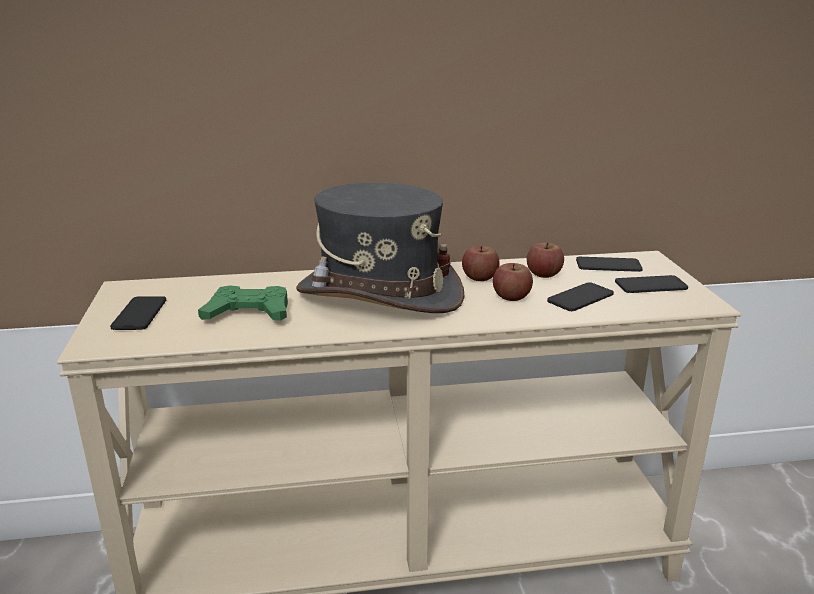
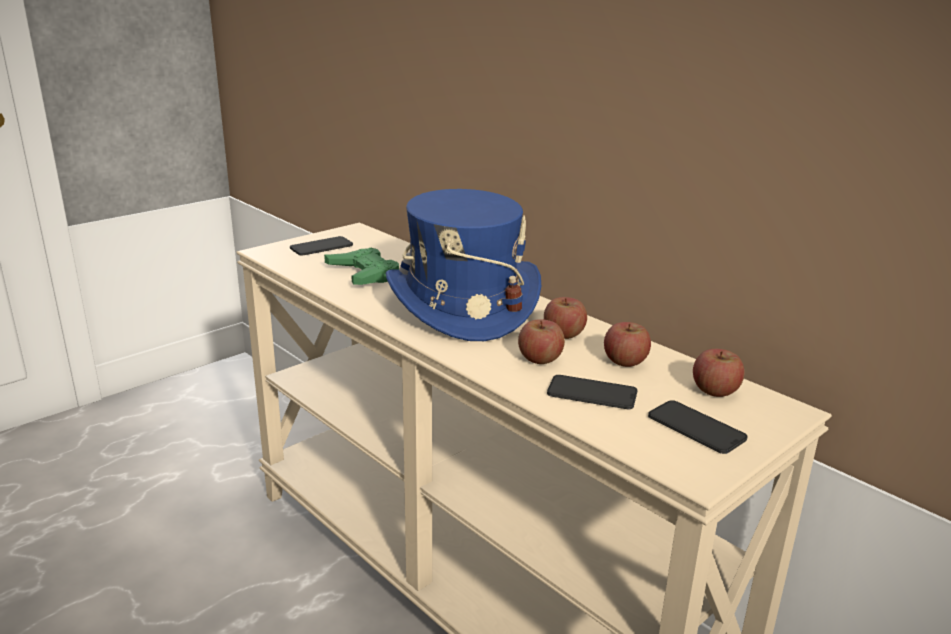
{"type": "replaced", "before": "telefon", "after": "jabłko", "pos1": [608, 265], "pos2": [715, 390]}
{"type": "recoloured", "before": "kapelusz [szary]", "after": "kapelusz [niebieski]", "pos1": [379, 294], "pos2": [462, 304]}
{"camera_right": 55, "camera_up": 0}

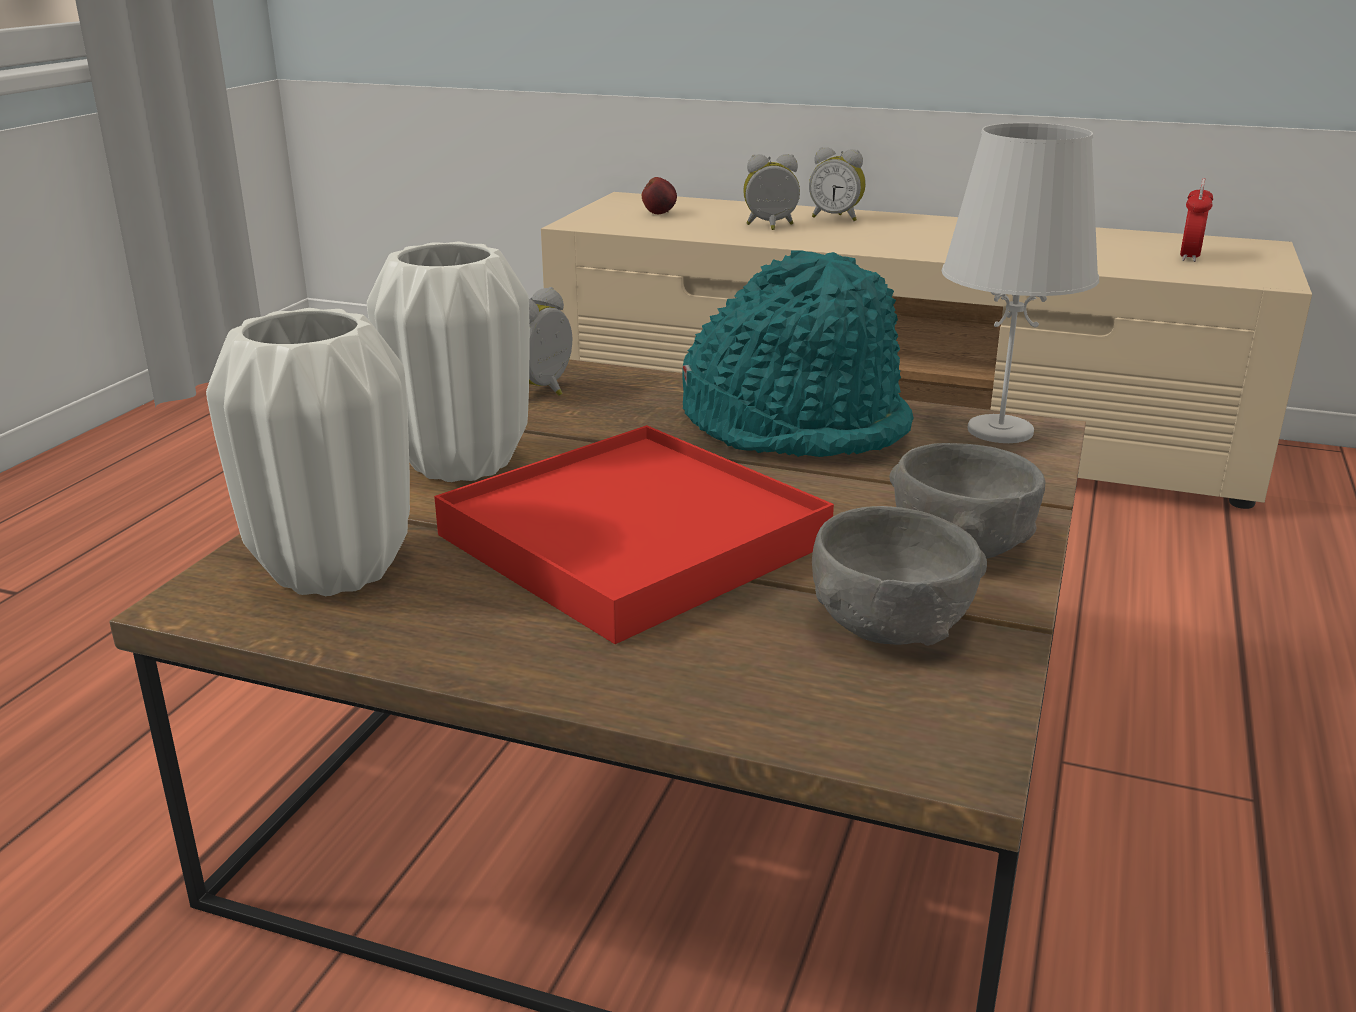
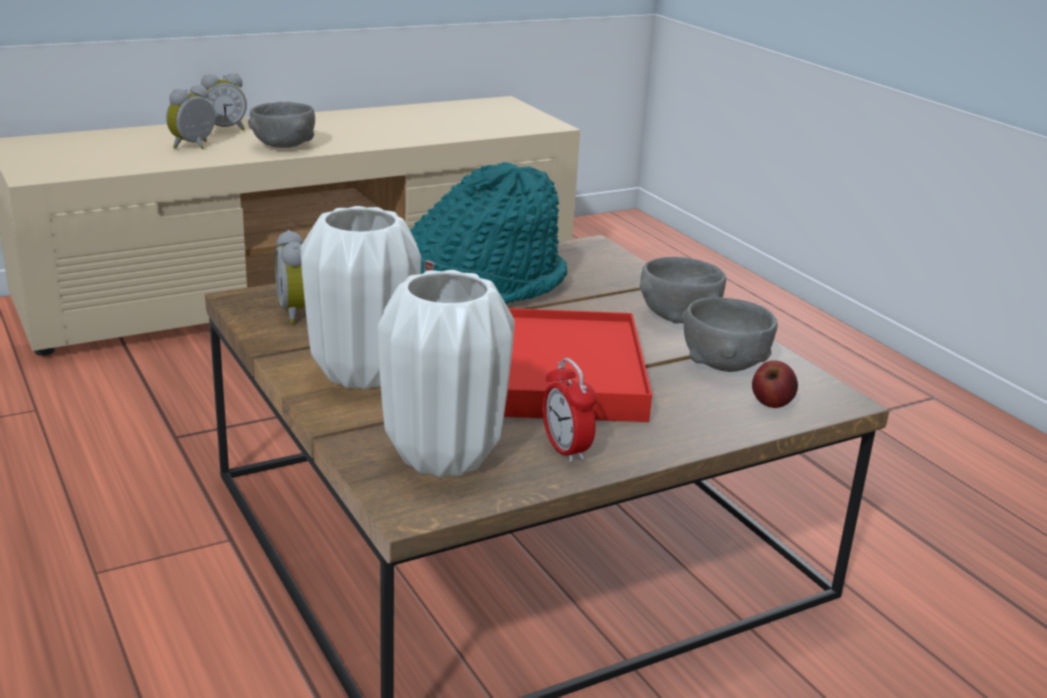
{"type": "removed", "before": "lampa stołowa [biały]", "pos1": [999, 430]}
{"type": "added", "after": "miska [szary]", "pos2": [284, 146]}
{"type": "moved", "before": "jabłko", "pos1": [659, 213], "pos2": [771, 404]}
{"type": "moved", "before": "budzik", "pos1": [1189, 257], "pos2": [565, 450]}
{"camera_right": -50, "camera_up": 0}

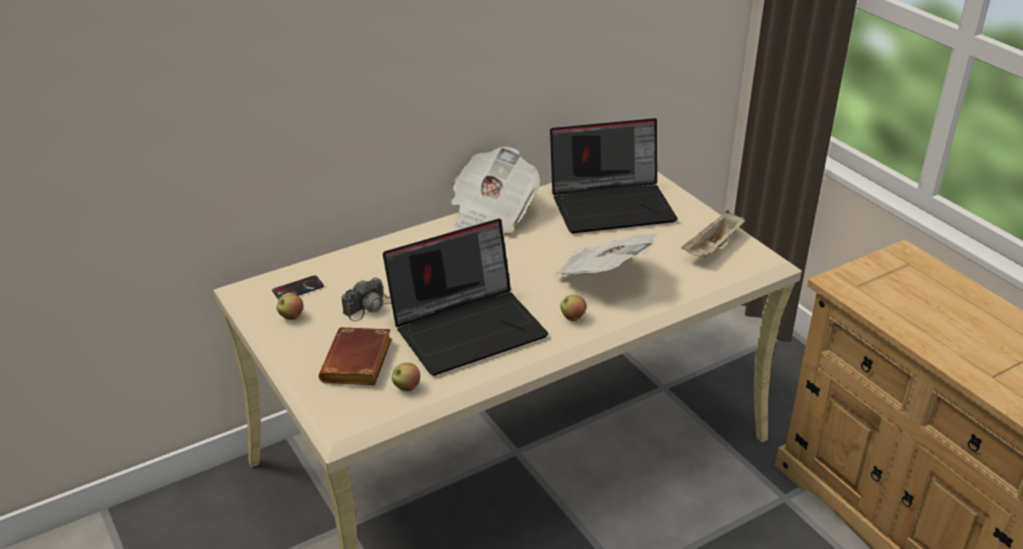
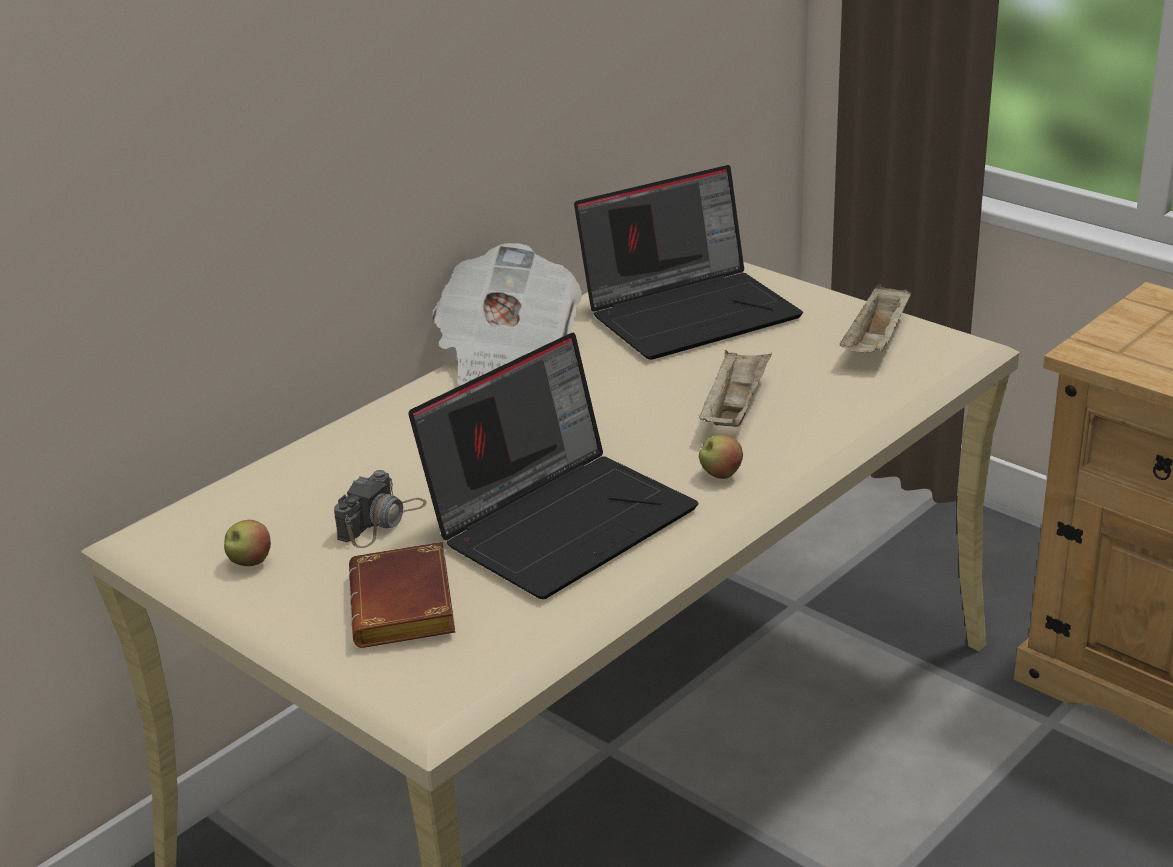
{"type": "removed", "before": "telefon", "pos1": [298, 288]}
{"type": "removed", "before": "jabłko", "pos1": [406, 387]}
{"type": "replaced", "before": "gazeta", "after": "taca [beżowy]", "pos1": [603, 276], "pos2": [734, 409]}
{"camera_right": -15, "camera_up": -5}

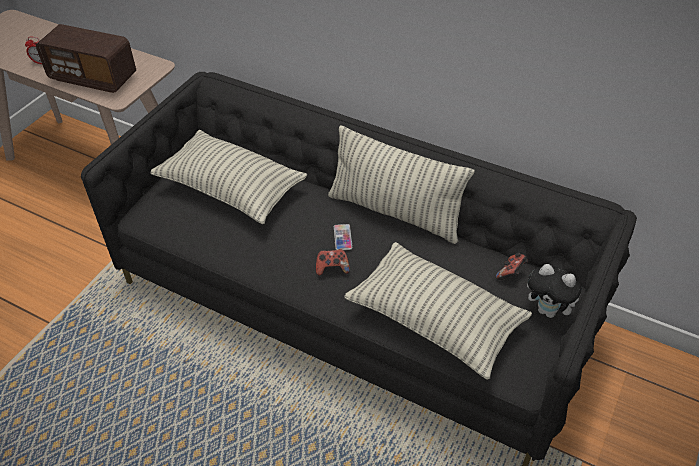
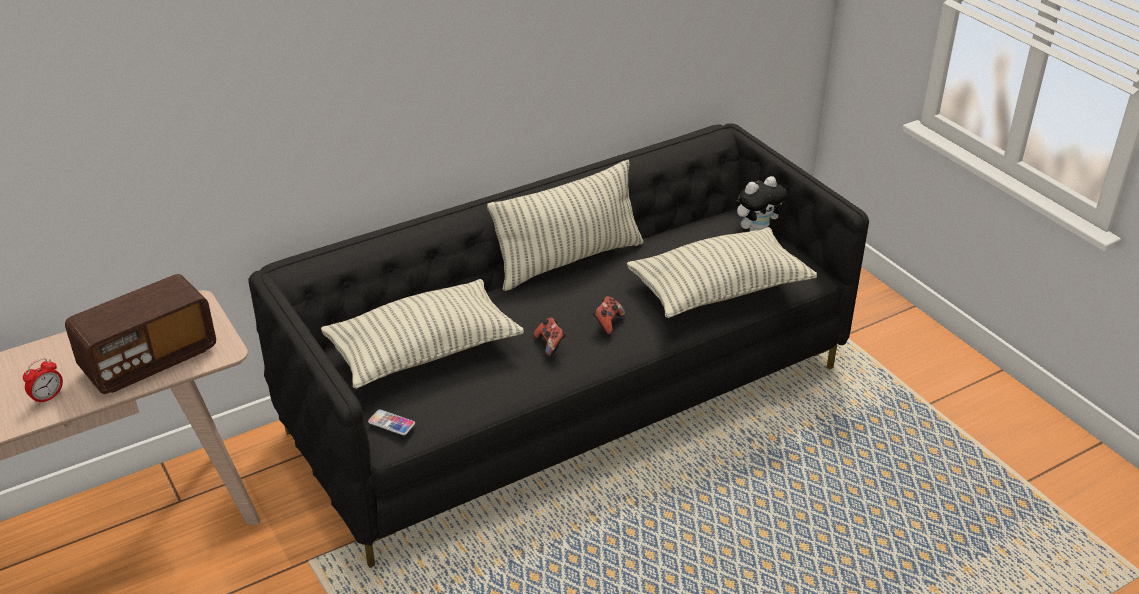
{"type": "moved", "before": "telefon", "pos1": [342, 237], "pos2": [391, 423]}
{"type": "moved", "before": "pad do gier", "pos1": [511, 273], "pos2": [550, 344]}
{"camera_right": -60, "camera_up": -10}

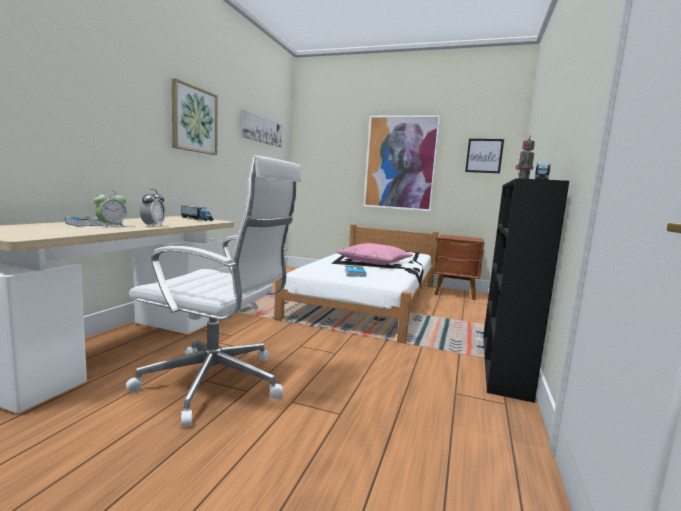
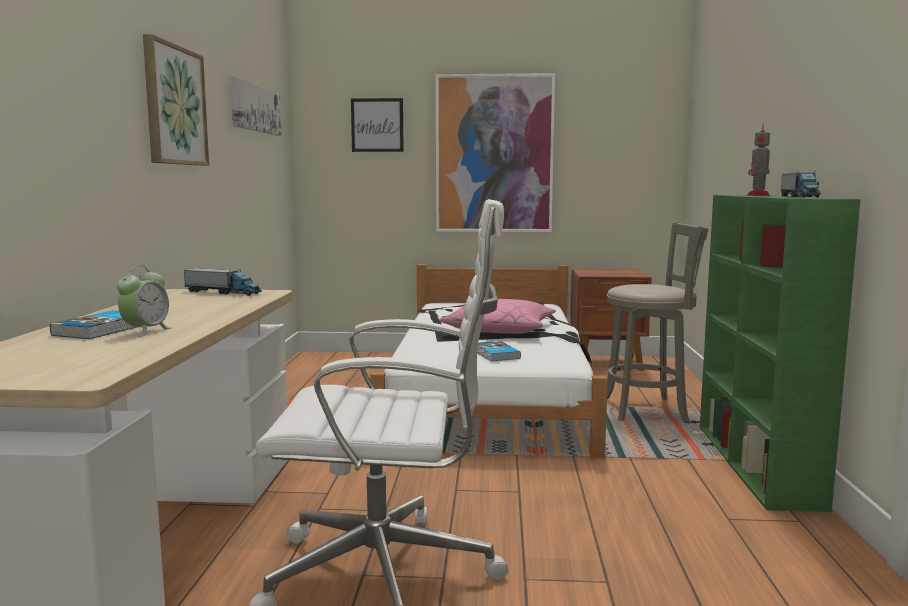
{"type": "removed", "before": "budzik", "pos1": [153, 226]}
{"type": "added", "after": "stołek [szary]", "pos2": [649, 409]}
{"type": "moved", "before": "obraz", "pos1": [484, 155], "pos2": [377, 125]}
{"type": "recoloured", "before": "regał [czarny]", "after": "regał [zielony]", "pos1": [504, 364], "pos2": [757, 465]}
{"camera_right": -15, "camera_up": 0}

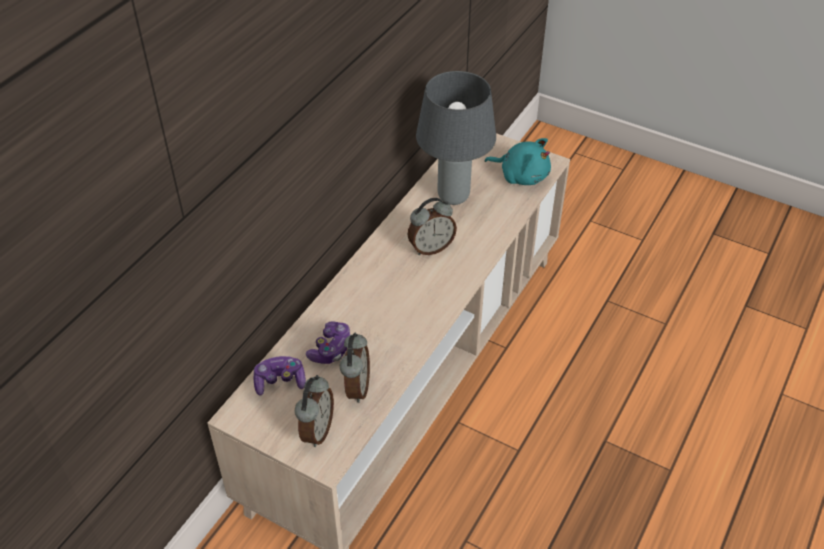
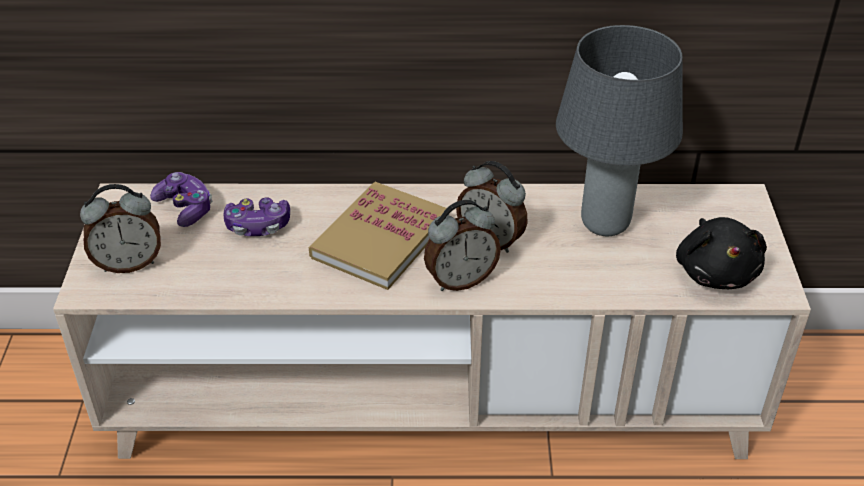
{"type": "added", "after": "książka", "pos2": [380, 238]}
{"type": "moved", "before": "budzik", "pos1": [356, 388], "pos2": [460, 280]}
{"type": "recoloured", "before": "pluszak [turkusowy]", "after": "pluszak [czarny]", "pos1": [521, 175], "pos2": [716, 271]}
{"camera_right": 60, "camera_up": -5}

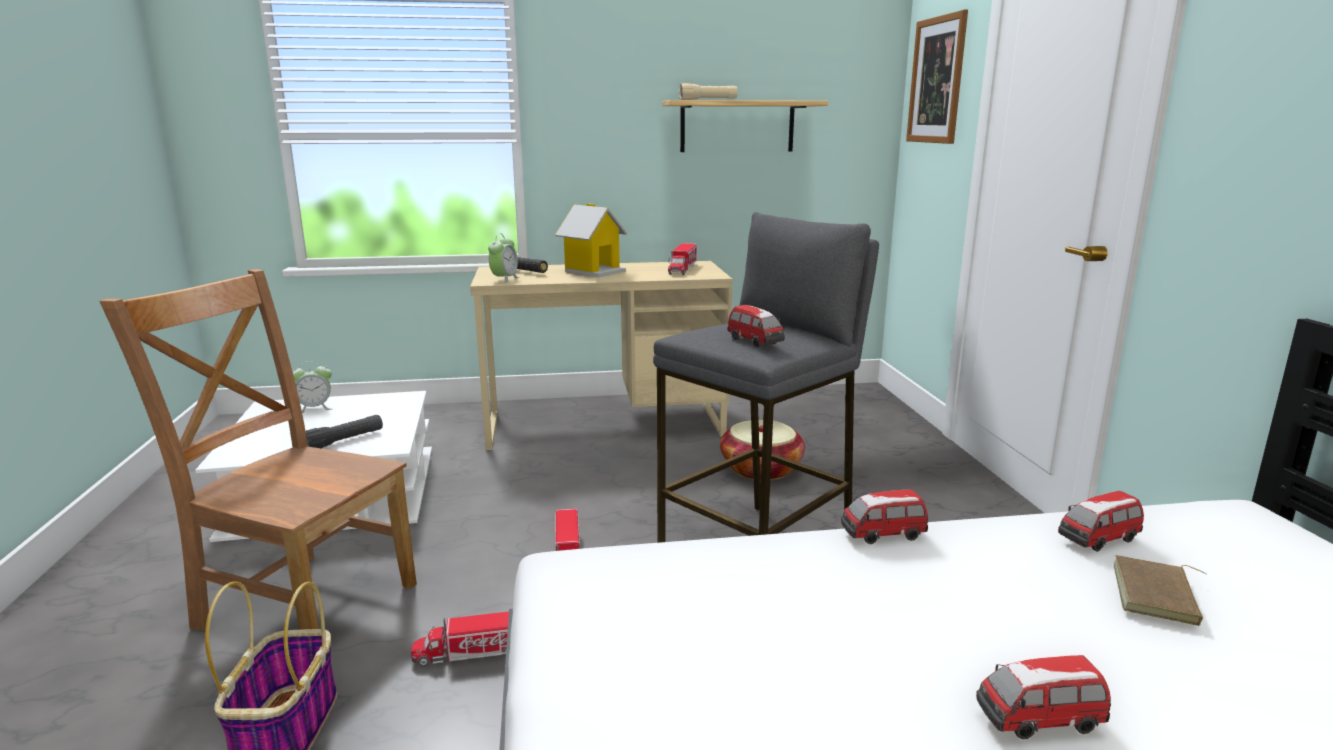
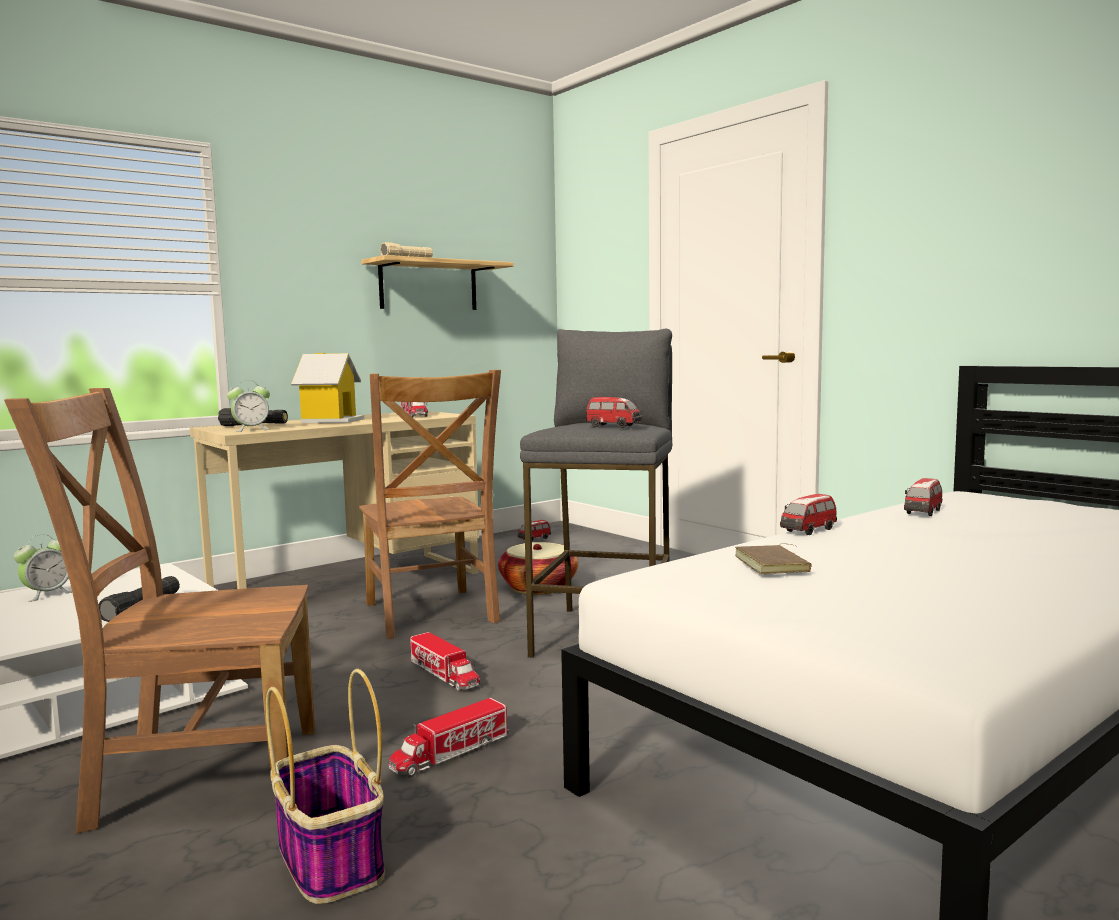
{"type": "removed", "before": "obraz", "pos1": [936, 80]}
{"type": "added", "after": "krzesło [brązowy]", "pos2": [430, 615]}
{"type": "moved", "before": "samochodzik", "pos1": [1039, 721], "pos2": [534, 539]}
{"type": "moved", "before": "książka [brązowy]", "pos1": [1158, 595], "pos2": [774, 564]}
{"type": "turned", "before": "budzik", "pos1": [504, 279], "pos2": [251, 430], "turn": 75}
{"camera_right": -30, "camera_up": -10}

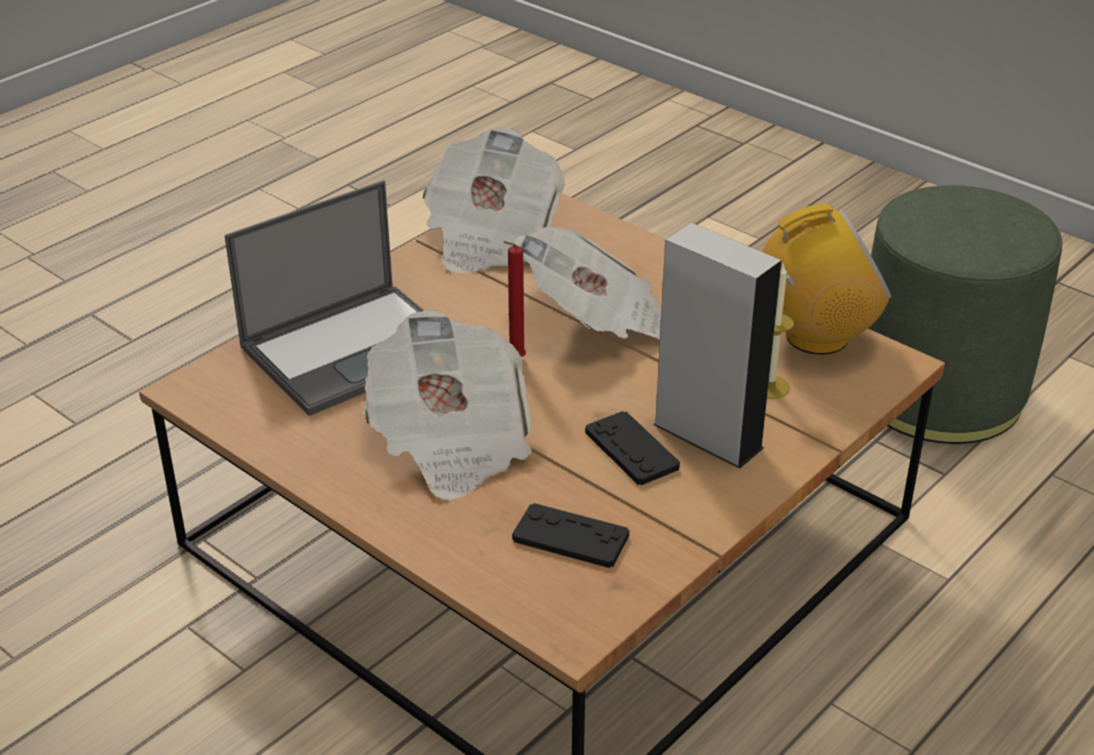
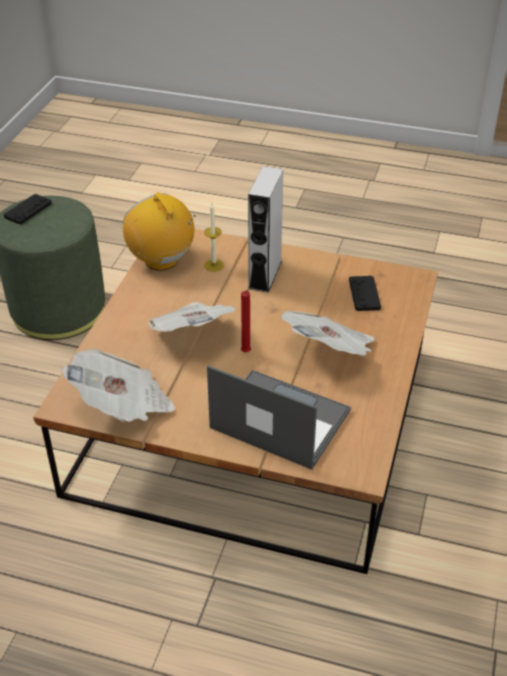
{"type": "moved", "before": "pad do gier [czarny]", "pos1": [631, 450], "pos2": [28, 210]}
{"camera_right": -115, "camera_up": 5}

